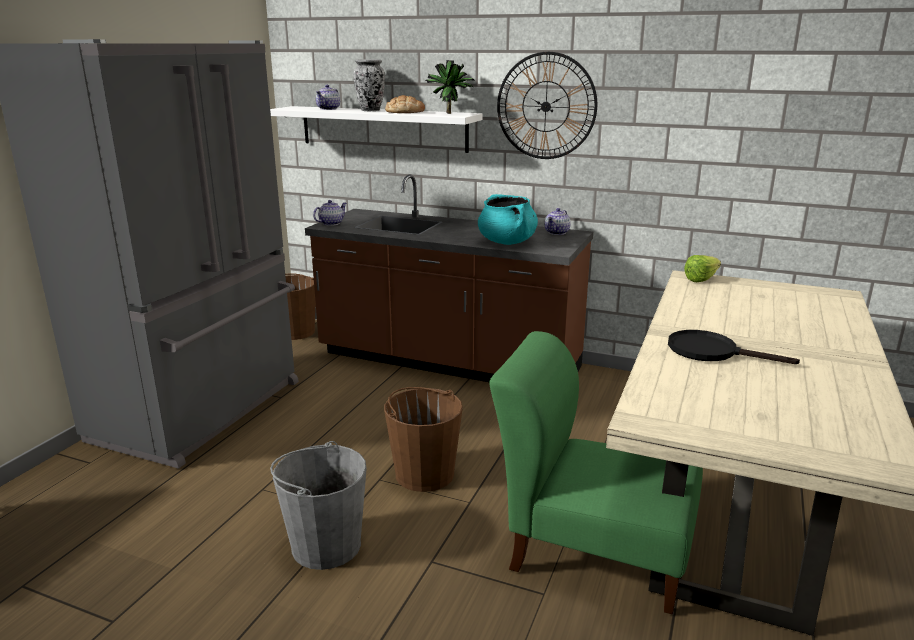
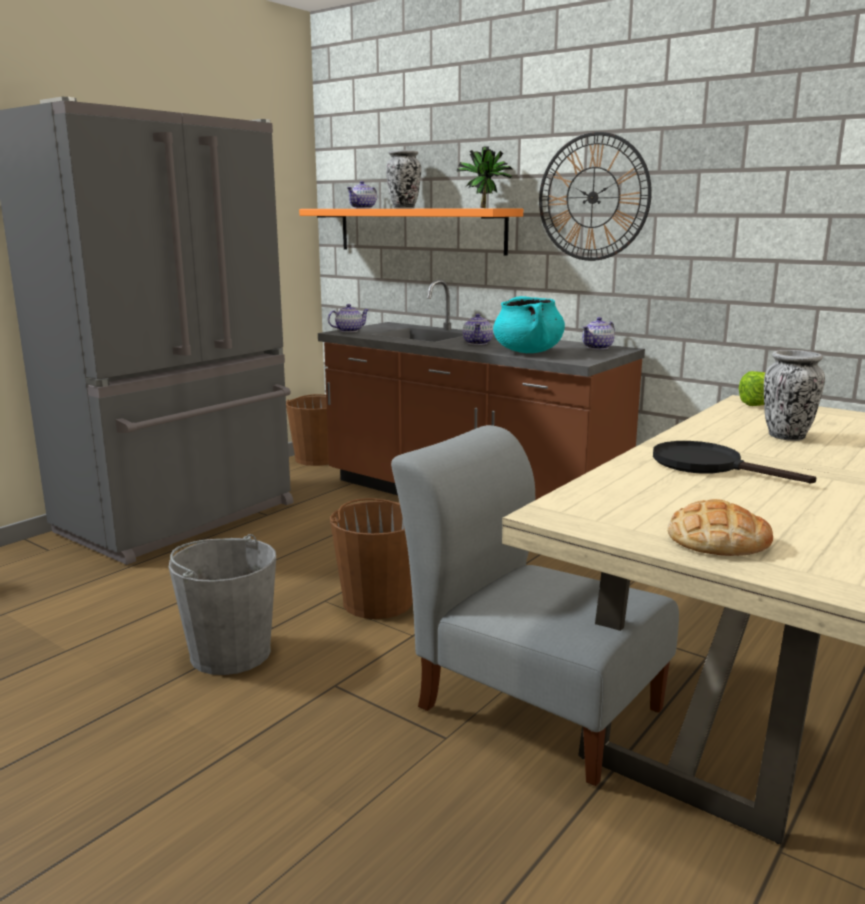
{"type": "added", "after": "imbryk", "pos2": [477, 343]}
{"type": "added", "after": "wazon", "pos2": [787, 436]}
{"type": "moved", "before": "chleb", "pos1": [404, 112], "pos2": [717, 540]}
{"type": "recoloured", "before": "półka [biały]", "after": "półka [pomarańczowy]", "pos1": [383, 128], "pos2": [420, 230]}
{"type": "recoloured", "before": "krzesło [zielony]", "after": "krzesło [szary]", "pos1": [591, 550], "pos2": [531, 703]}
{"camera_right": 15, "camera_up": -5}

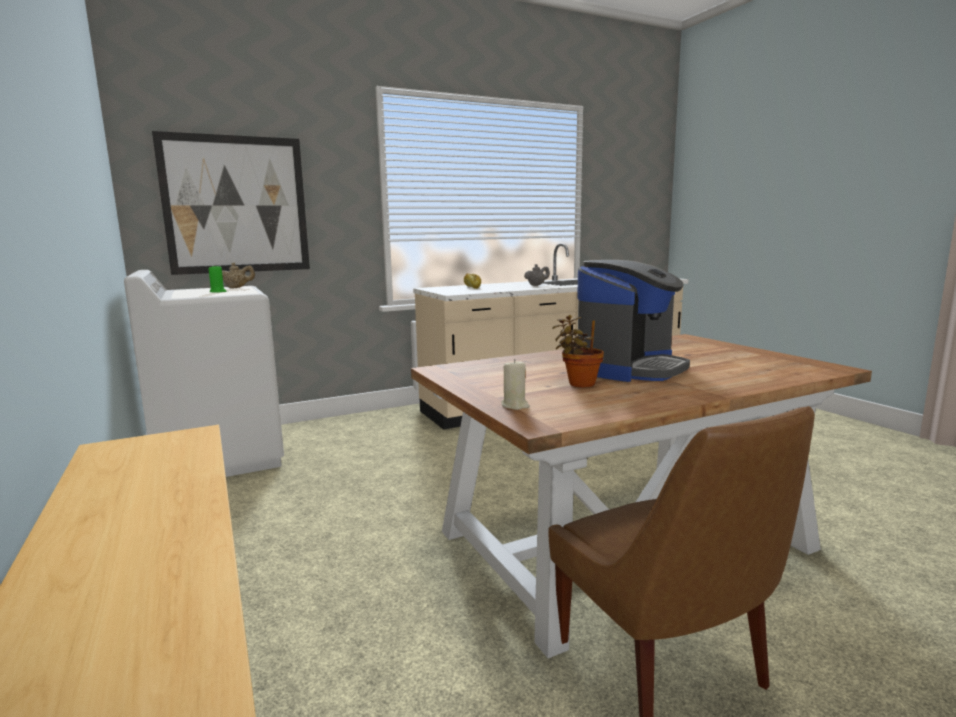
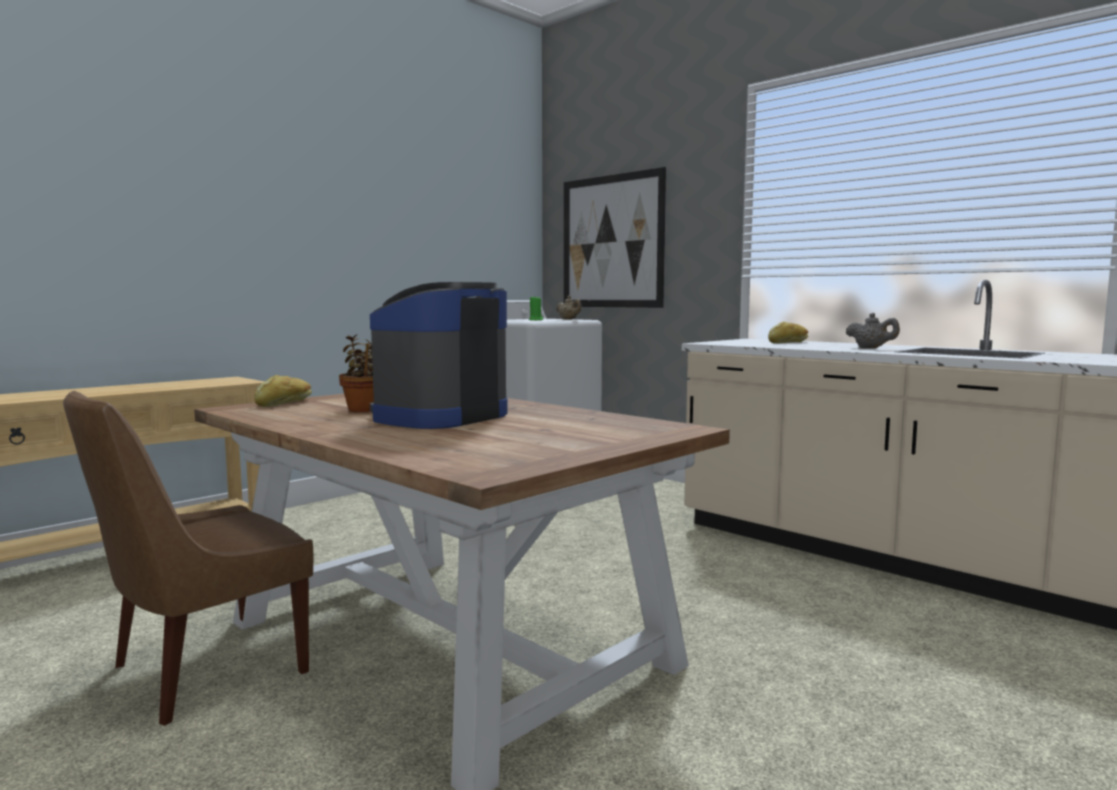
{"type": "replaced", "before": "świeca [beżowy]", "after": "chleb", "pos1": [515, 405], "pos2": [284, 403]}
{"type": "turned", "before": "ekspres do kawy", "pos1": [629, 368], "pos2": [439, 417], "turn": 105}
{"camera_right": 70, "camera_up": -5}

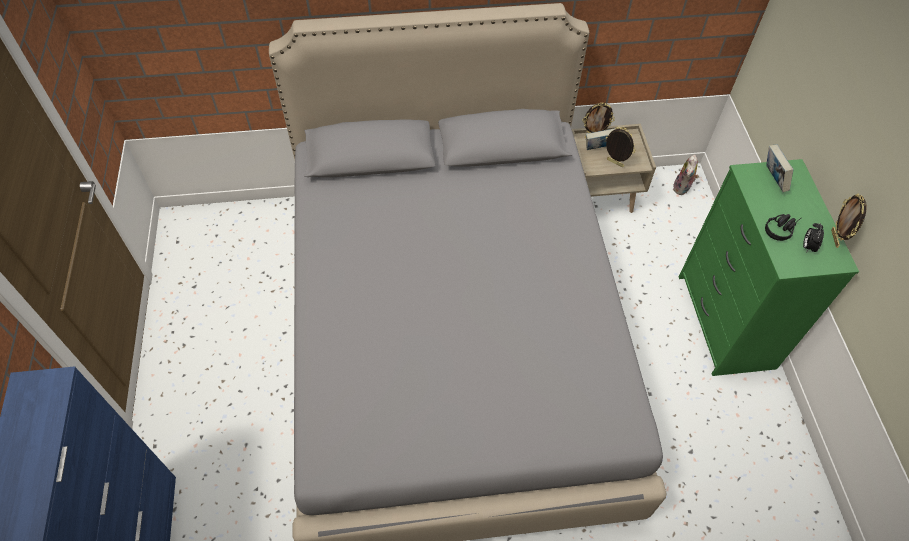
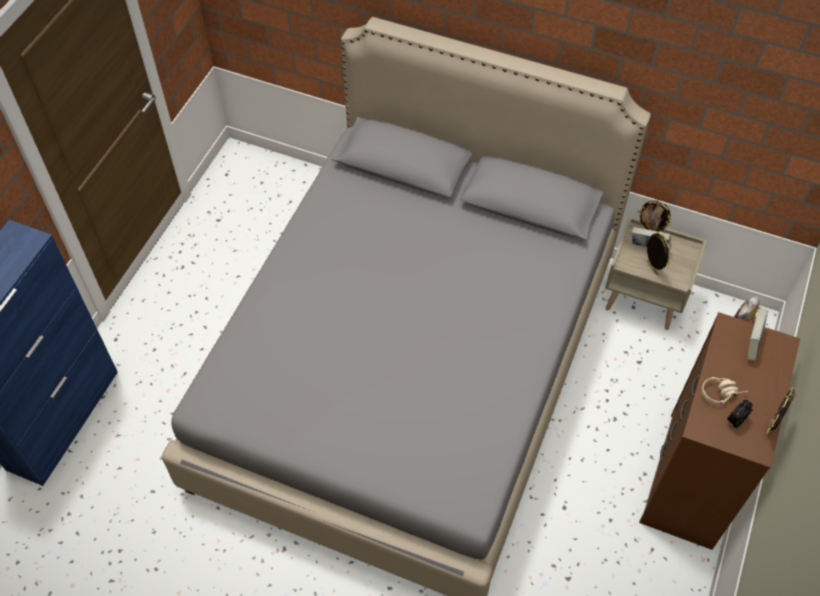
{"type": "recoloured", "before": "komoda [zielony]", "after": "komoda [brązowy]", "pos1": [724, 321], "pos2": [689, 478]}
{"type": "recoloured", "before": "słuchawki [czarny]", "after": "słuchawki [beżowy]", "pos1": [781, 228], "pos2": [722, 393]}
{"camera_right": 30, "camera_up": 0}

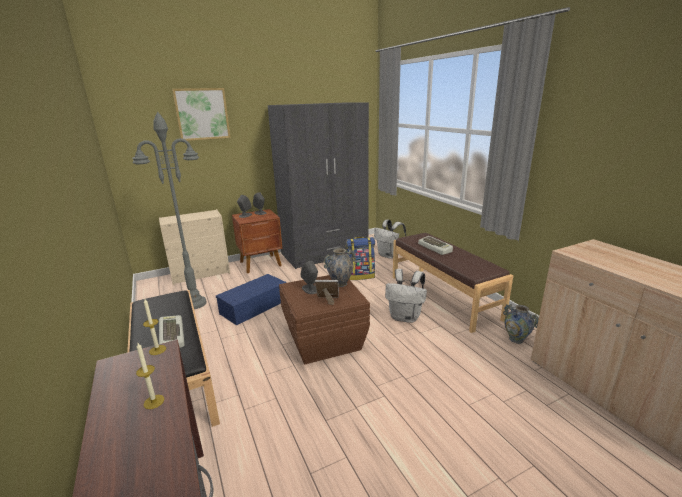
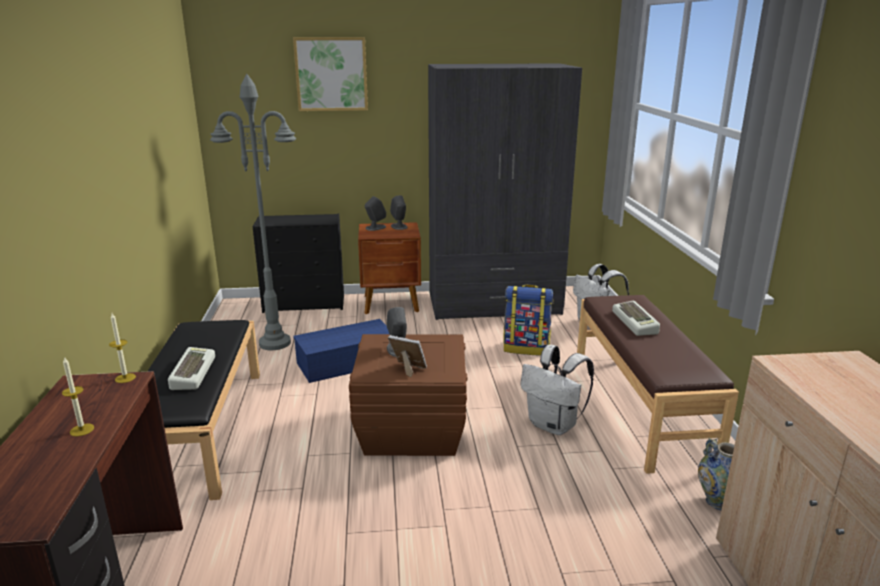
{"type": "removed", "before": "wazon", "pos1": [340, 284]}
{"type": "recoloured", "before": "komoda [beżowy]", "after": "komoda [czarny]", "pos1": [201, 274], "pos2": [305, 304]}
{"camera_right": 20, "camera_up": 0}

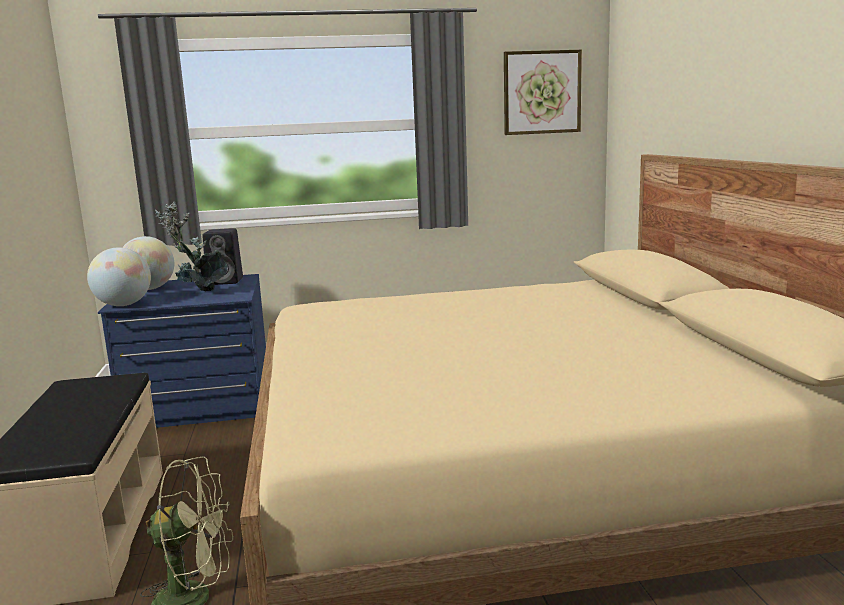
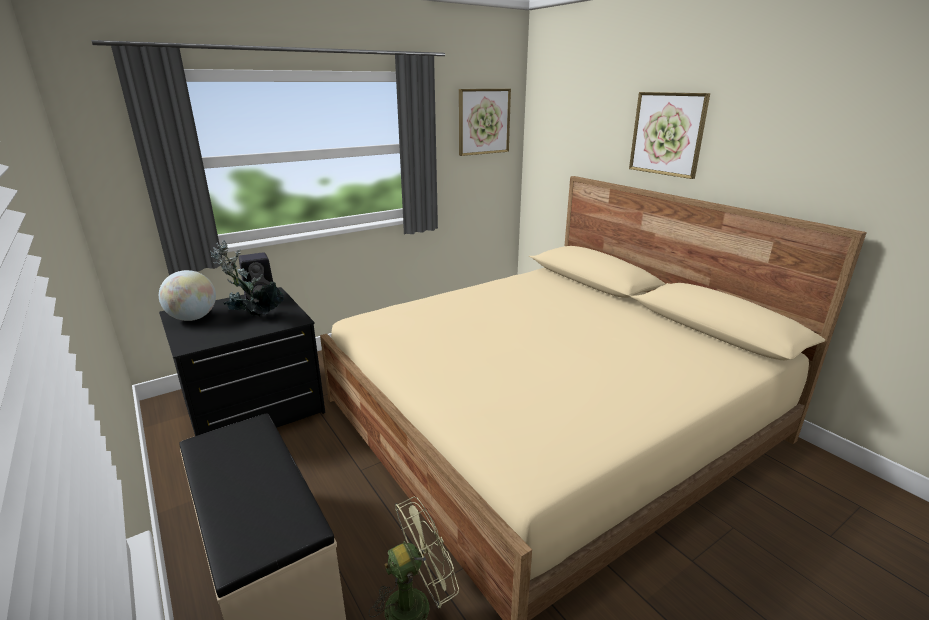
{"type": "removed", "before": "globus", "pos1": [123, 305]}
{"type": "added", "after": "obraz", "pos2": [667, 134]}
{"type": "recoloured", "before": "komoda [niebieski]", "after": "komoda [czarny]", "pos1": [200, 403], "pos2": [254, 408]}
{"camera_right": -25, "camera_up": 10}

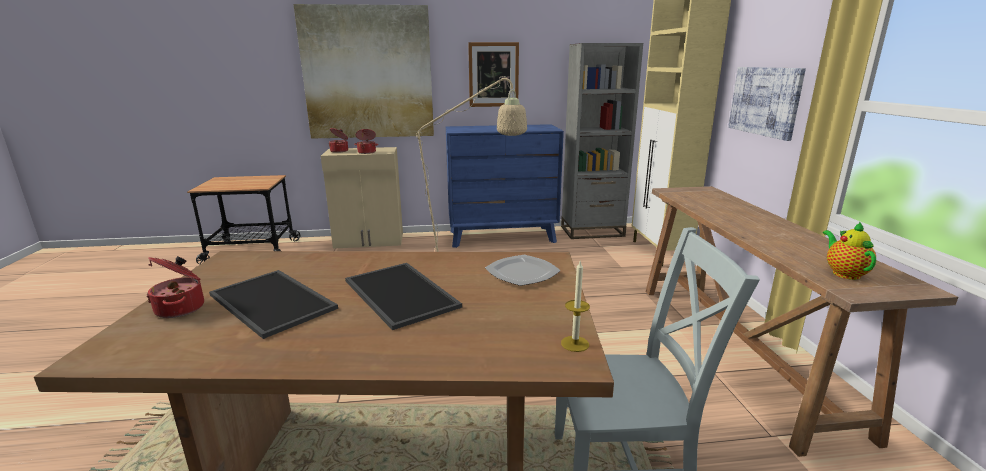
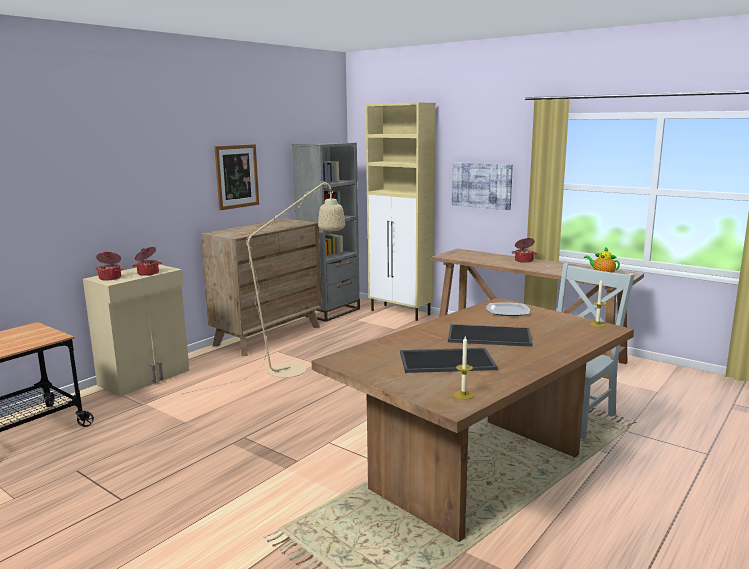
{"type": "removed", "before": "obraz", "pos1": [368, 73]}
{"type": "added", "after": "świeca", "pos2": [463, 395]}
{"type": "moved", "before": "garnek", "pos1": [182, 308], "pos2": [524, 260]}
{"type": "recoloured", "before": "komoda [niebieski]", "after": "komoda [brązowy]", "pos1": [502, 237], "pos2": [268, 336]}
{"camera_right": -45, "camera_up": -5}

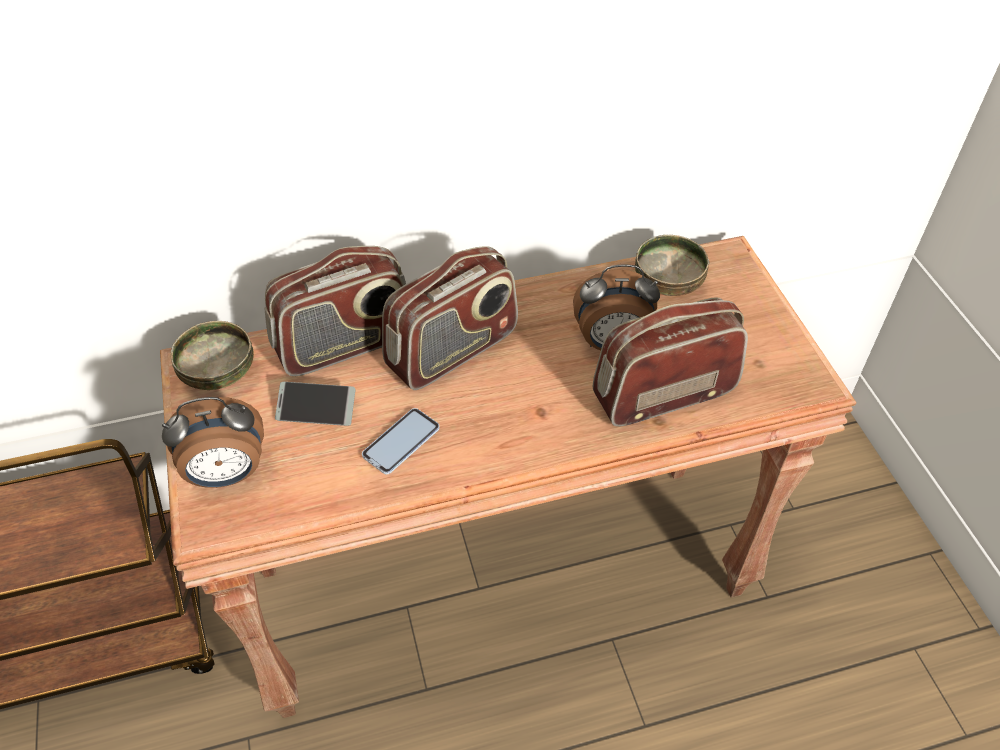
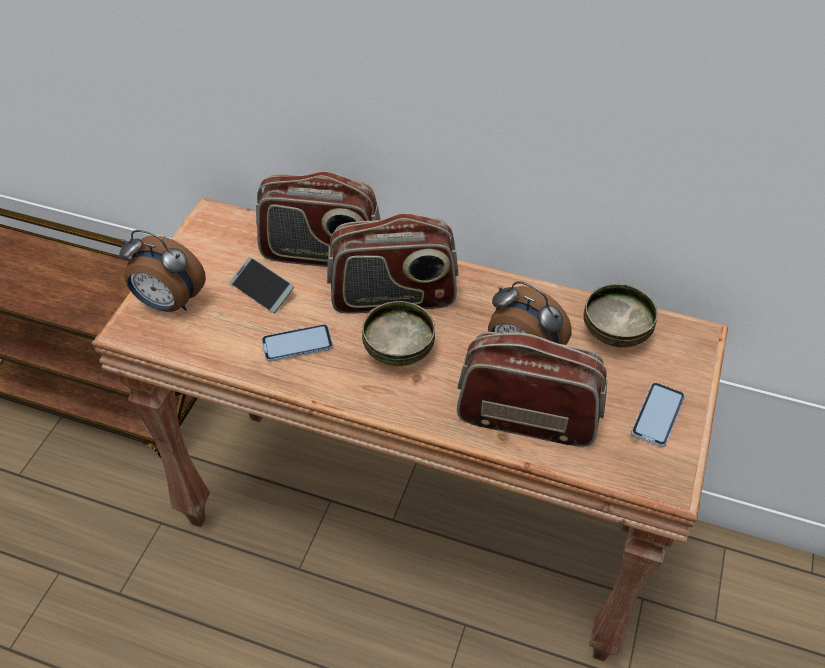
{"type": "added", "after": "telefon", "pos2": [657, 415]}
{"type": "moved", "before": "miska", "pos1": [218, 374], "pos2": [397, 350]}
{"camera_right": 35, "camera_up": 0}

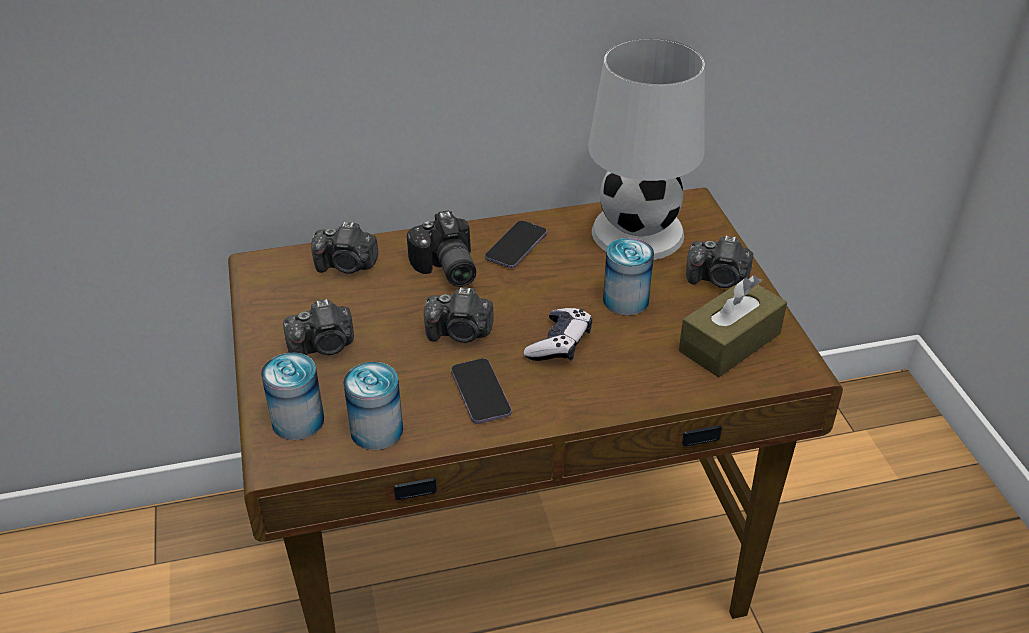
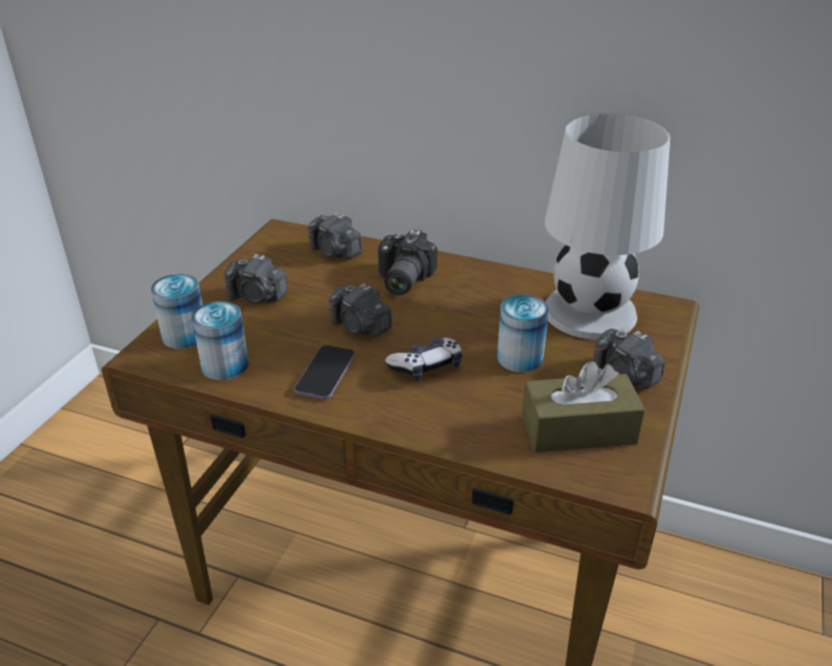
{"type": "removed", "before": "telefon", "pos1": [516, 246]}
{"camera_right": 35, "camera_up": -5}

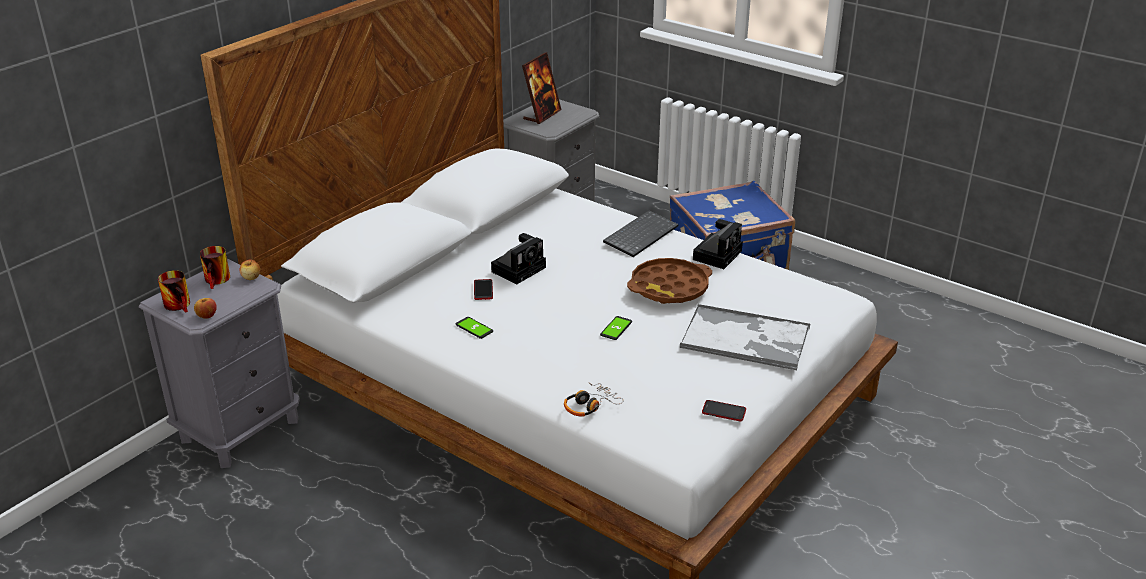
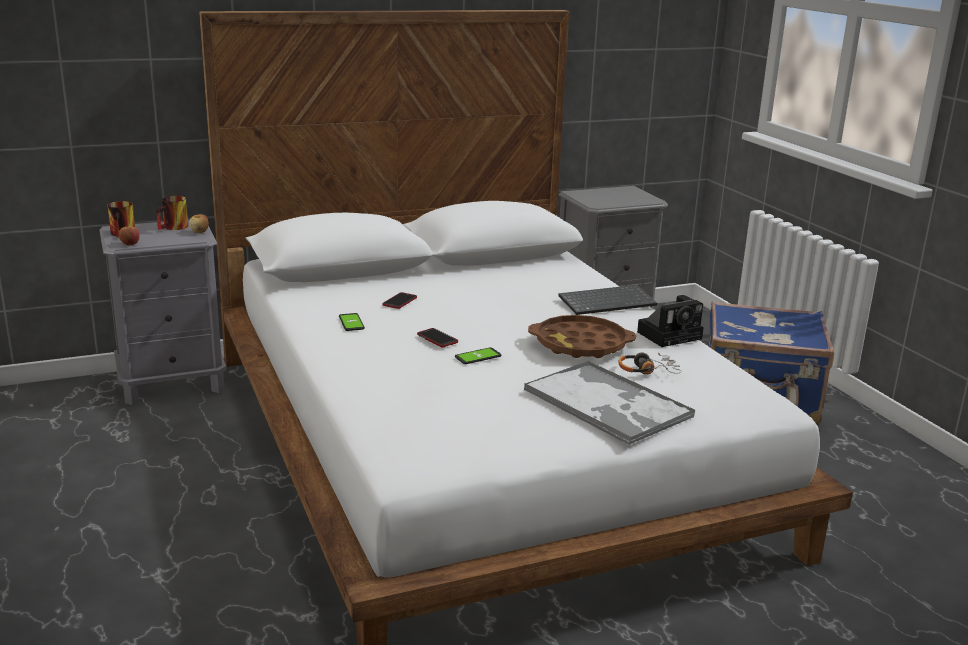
{"type": "removed", "before": "aparat fotograficzny", "pos1": [520, 268]}
{"type": "removed", "before": "ramka na zdjęcie", "pos1": [542, 115]}
{"type": "moved", "before": "słuchawki", "pos1": [590, 405], "pos2": [647, 370]}
{"type": "moved", "before": "telefon", "pos1": [723, 411], "pos2": [437, 339]}
{"camera_right": 30, "camera_up": -10}

